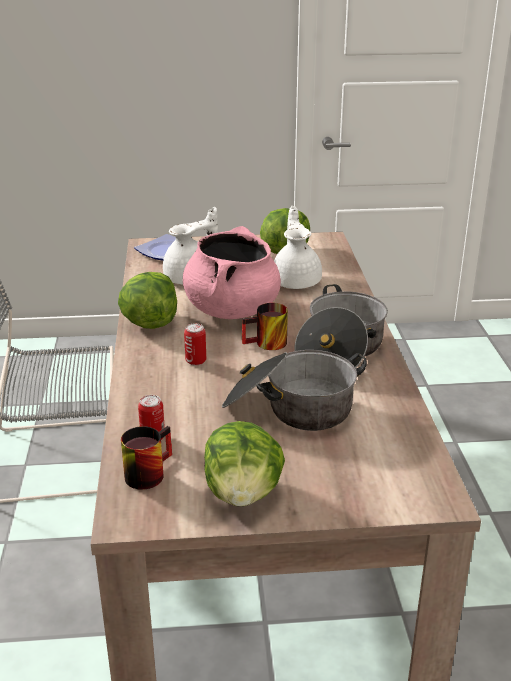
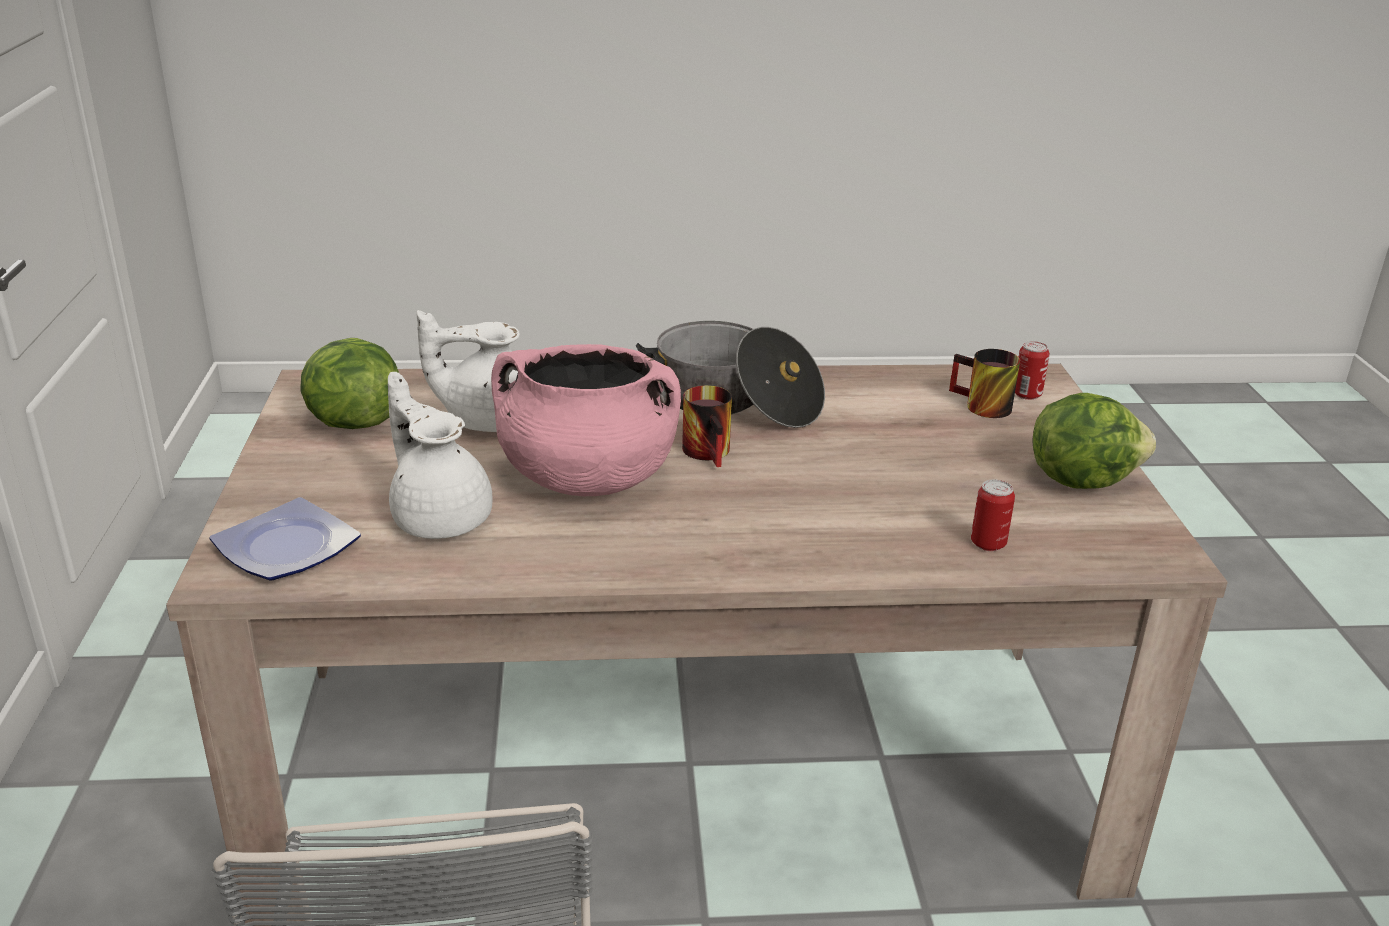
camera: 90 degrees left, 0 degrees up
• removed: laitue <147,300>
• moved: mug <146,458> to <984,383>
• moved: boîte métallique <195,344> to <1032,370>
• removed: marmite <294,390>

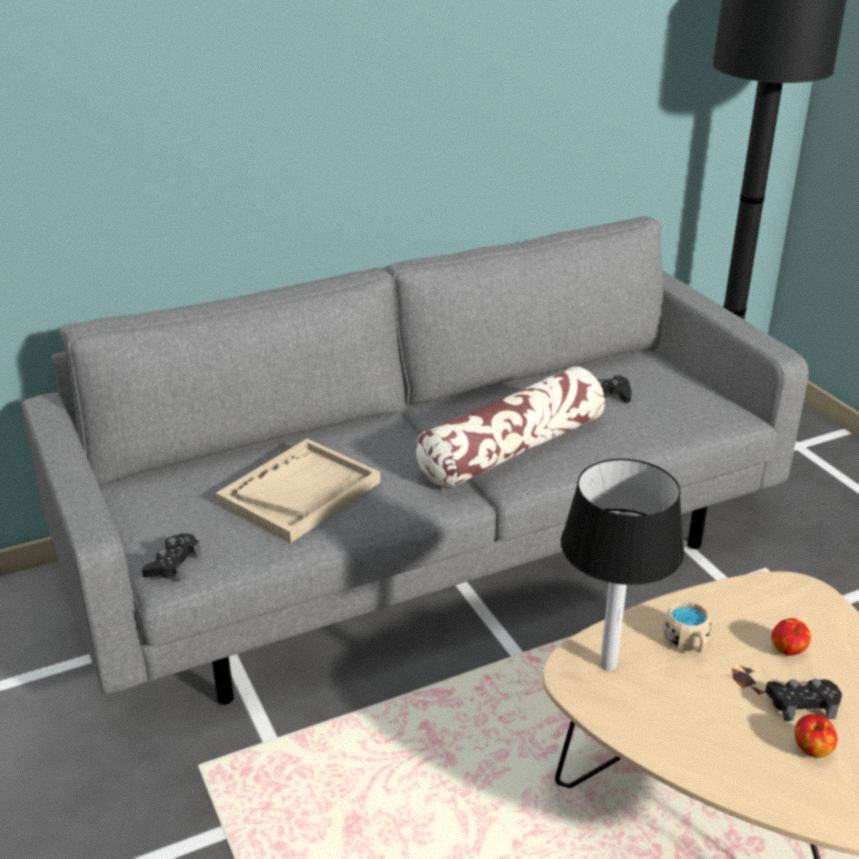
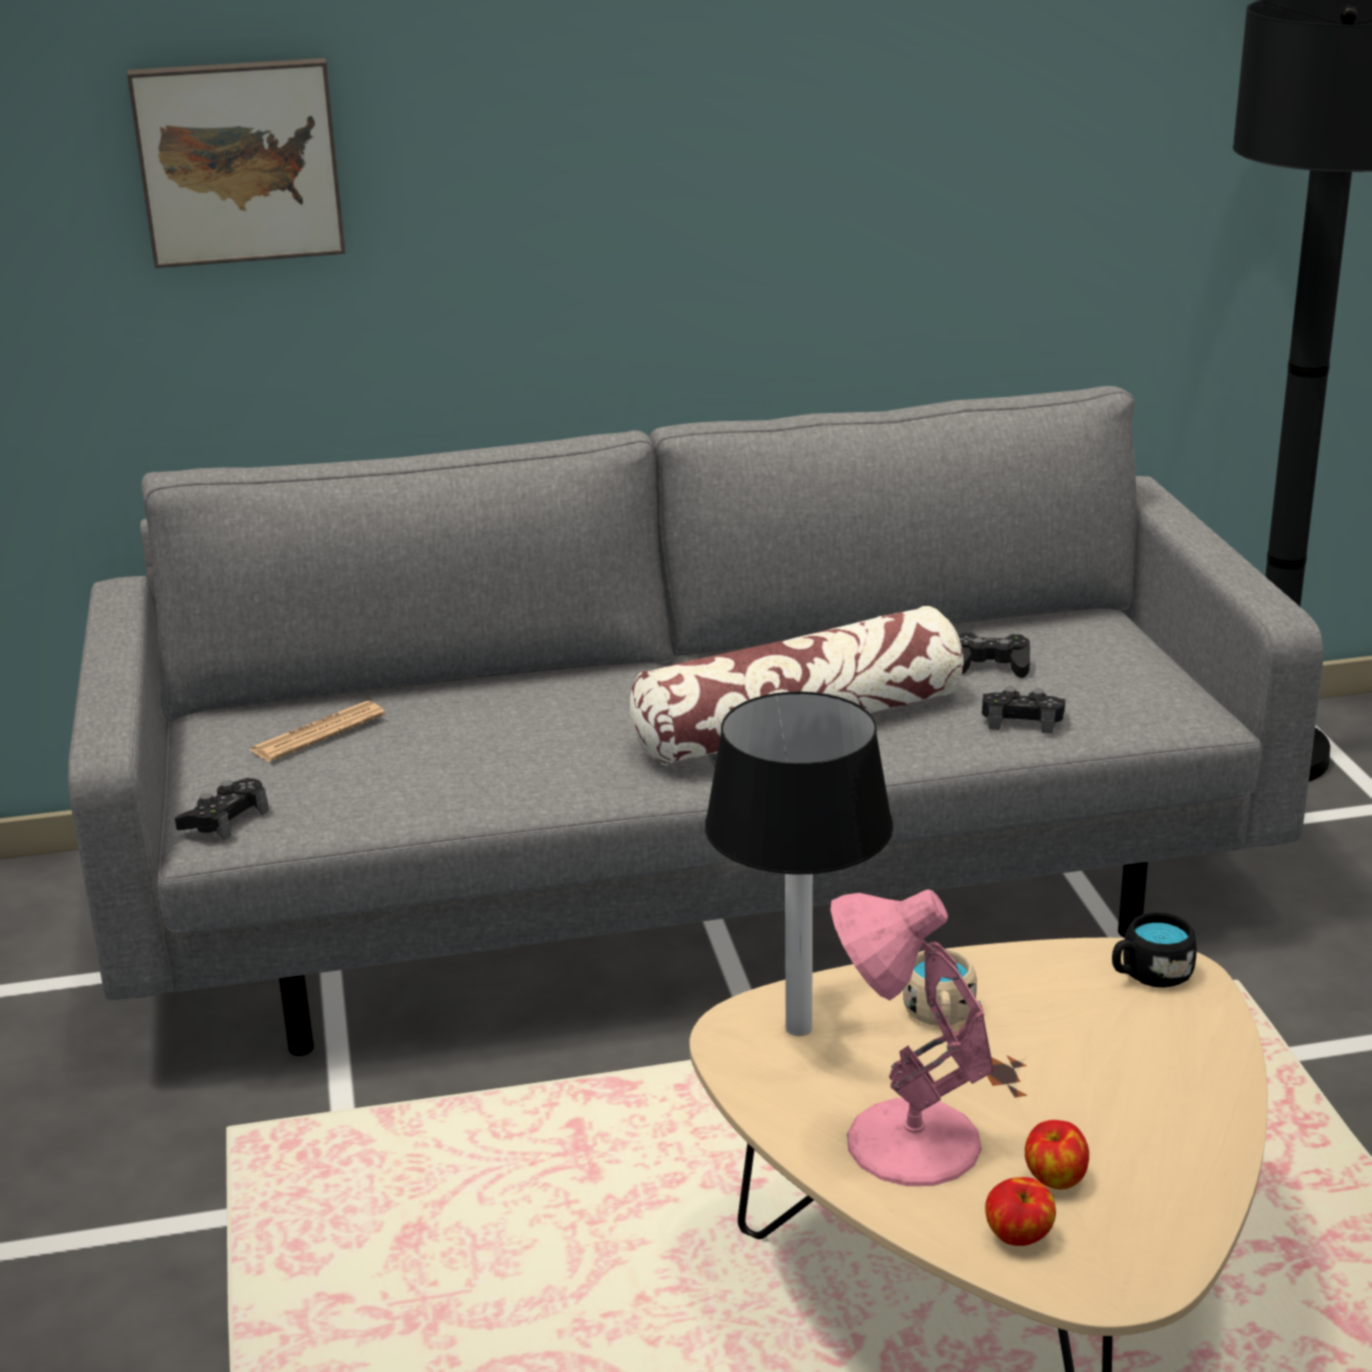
camera: 15 degrees right, 5 degrees down
• removed: plateau/beige <298,491>
• moved: manette/noir <803,700> to <1023,710>
• moved: pomme <791,637> to <1020,1211>
• added: tableau <236,163>
• added: journal <317,731>
• added: lampe de table/rose <912,1037>
• added: mug/noir <1154,950>

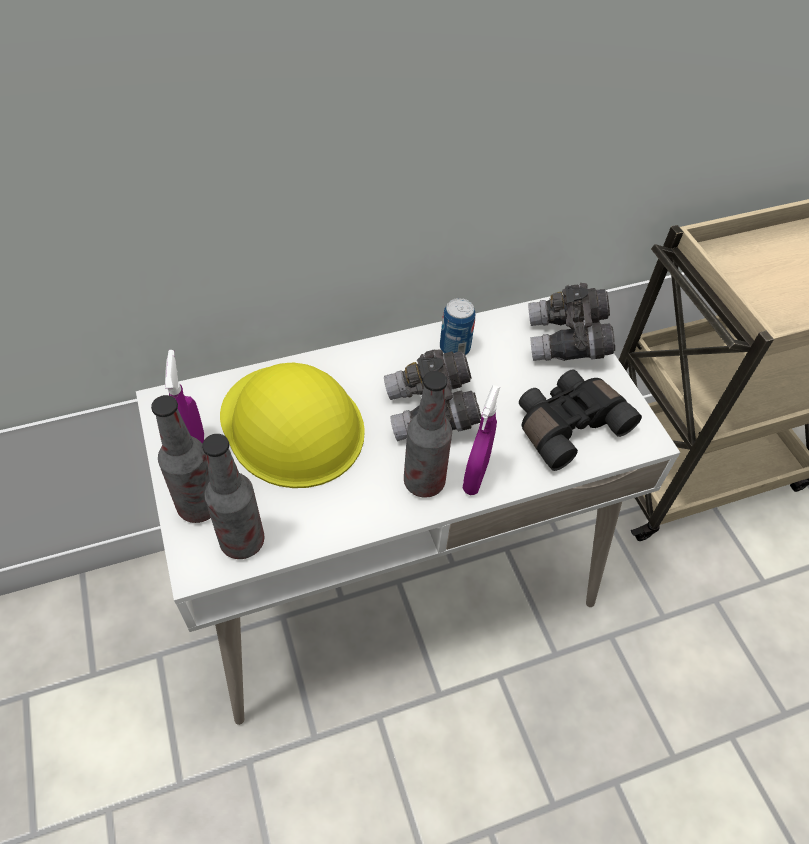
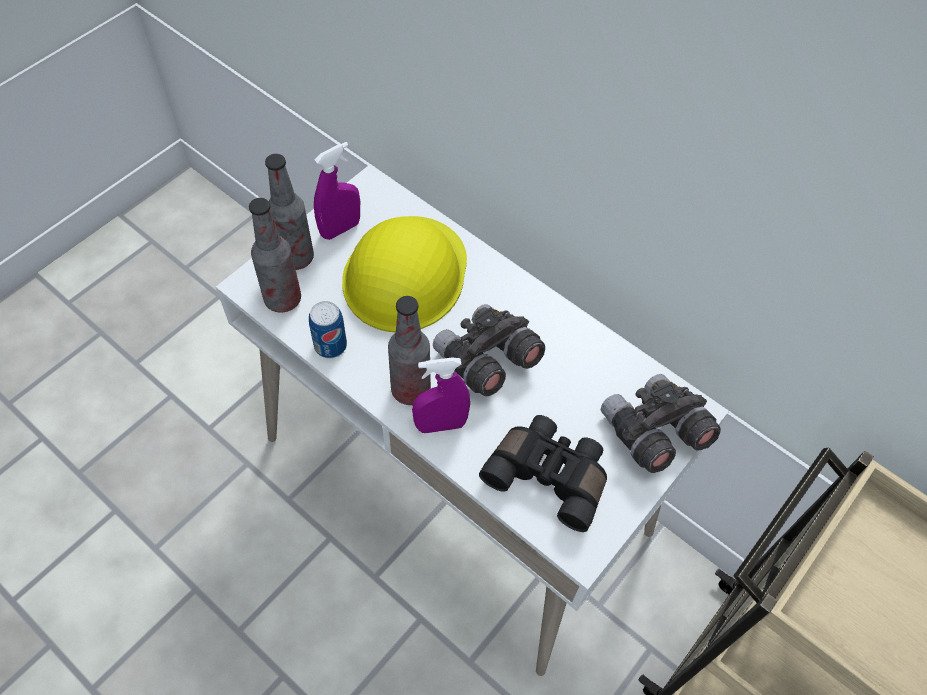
camera: 60 degrees right, 5 degrees up
• moved: boîte métallique <457,326> to <328,329>

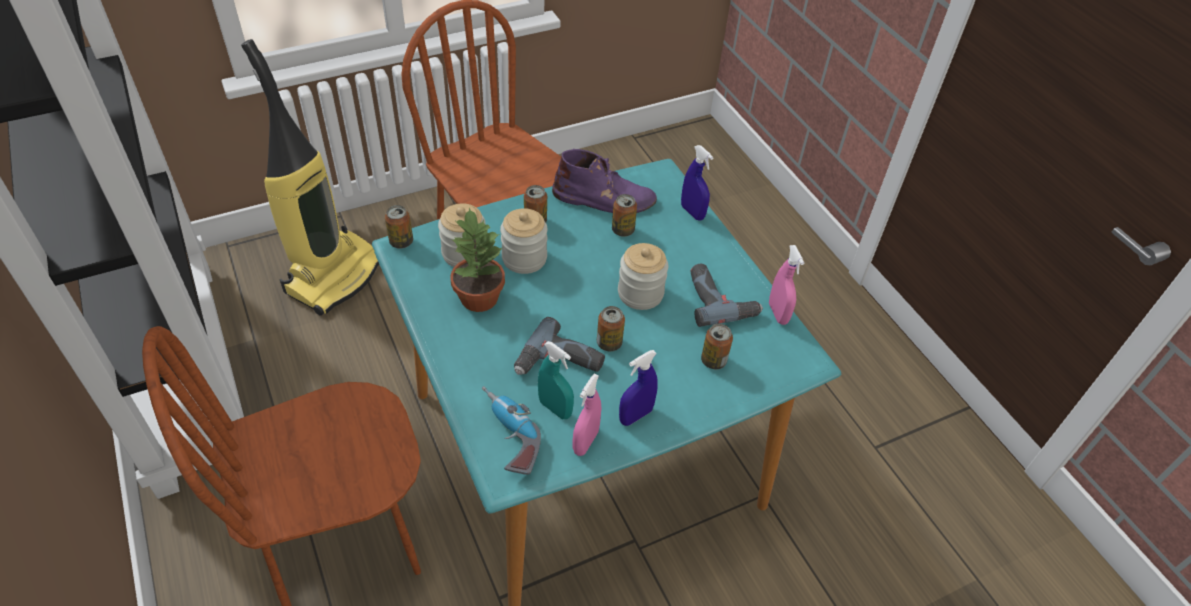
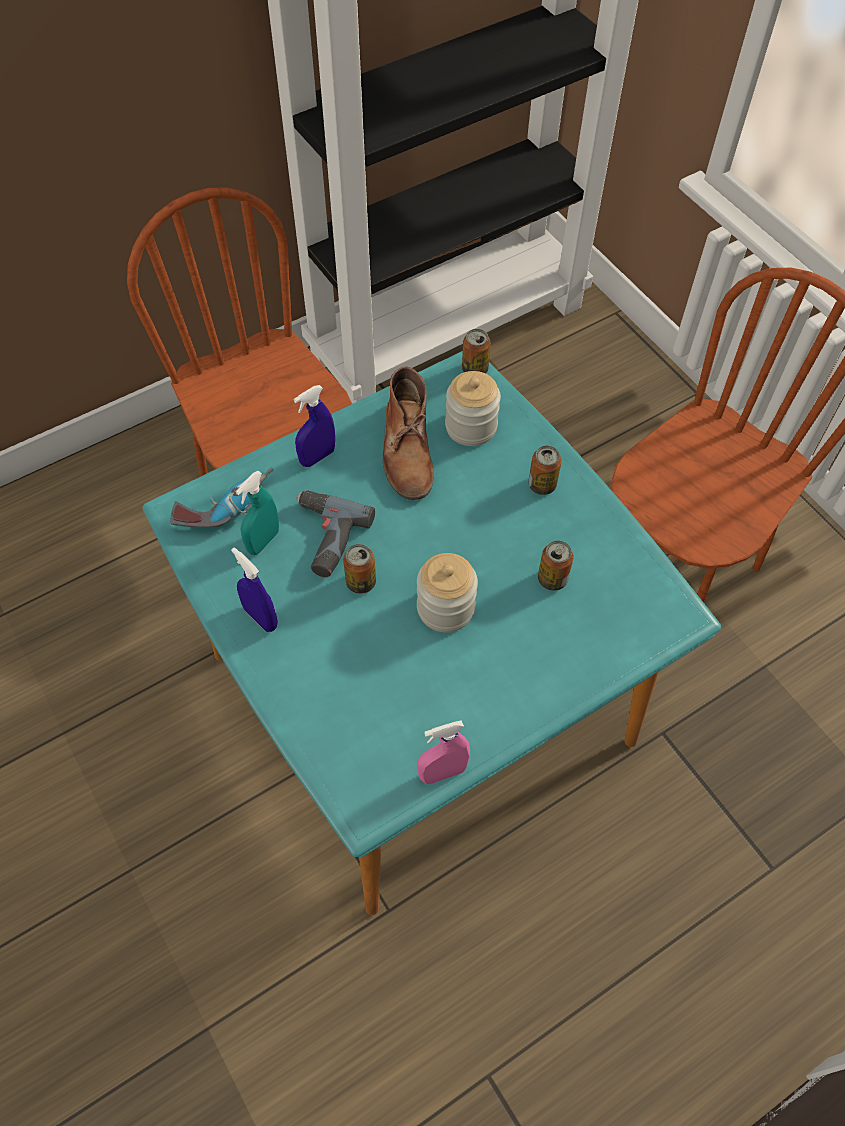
camera: 85 degrees right, 10 degrees up
• removed: aspirateur <310,177>
• replaced: plante en pot <478,259> to botte/marron <408,433>
• removed: bocal <524,241>
• removed: botte/violet <604,181>
• removed: vaporisateur/rose <587,415>
• moved: vaporisateur/bleu <697,182> to <314,426>
• removed: perceuse <727,295>
• removed: boîte métallique <717,346>

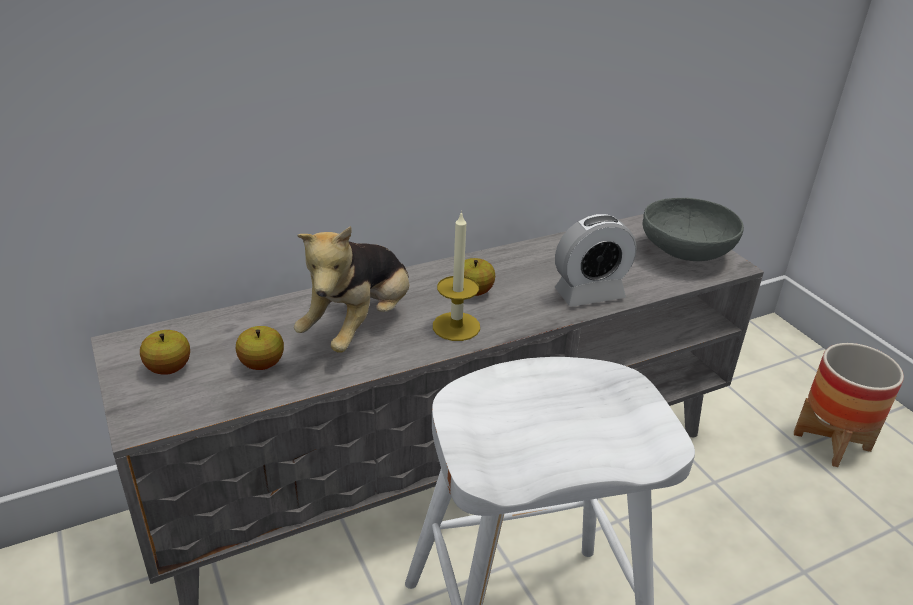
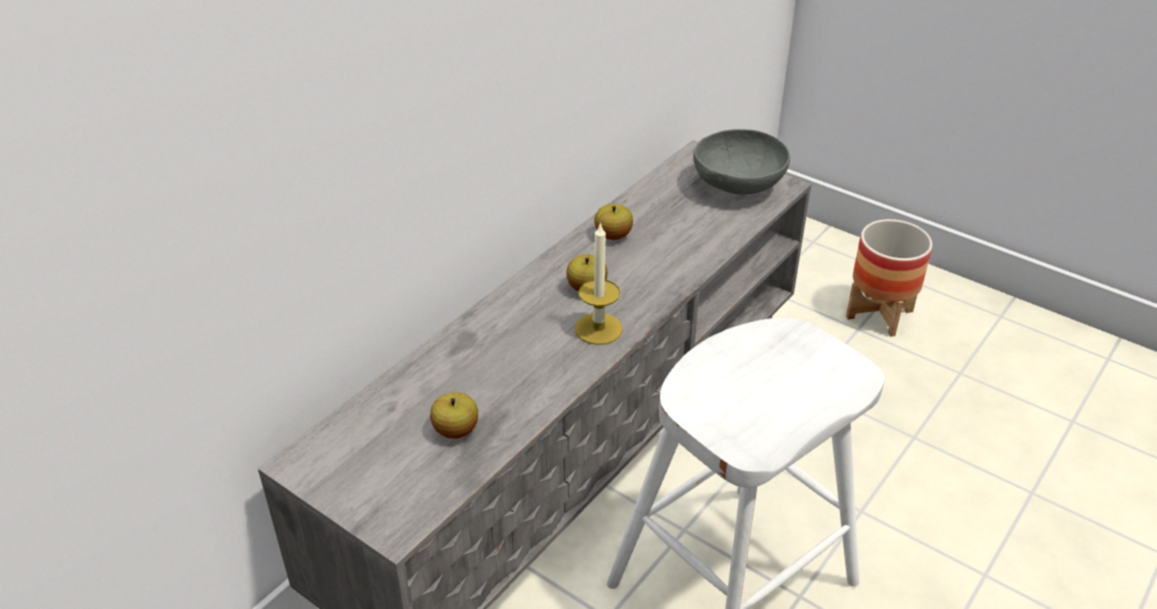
camera: 25 degrees left, 5 degrees up
• moved: pomme <165,352> to <613,222>
• removed: peluche <351,289>
• removed: réveil <596,260>

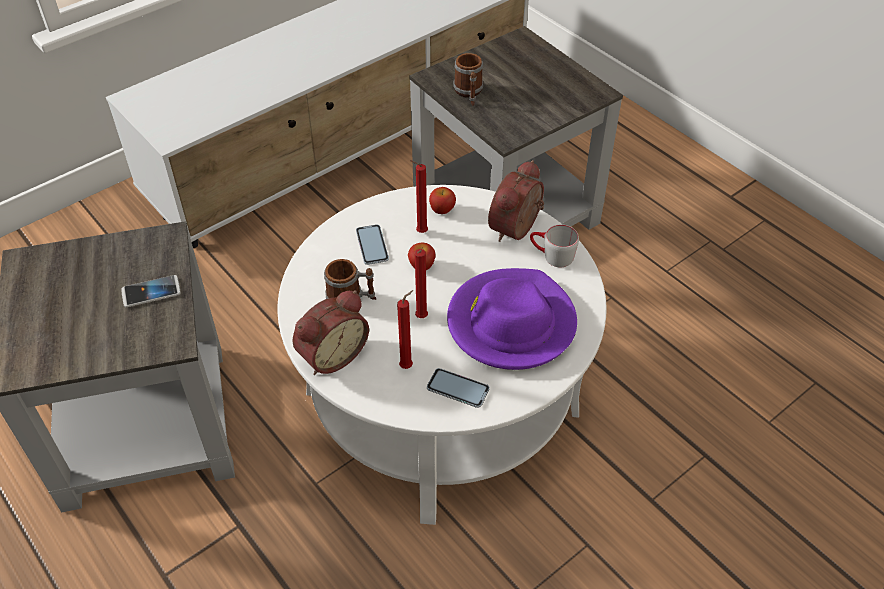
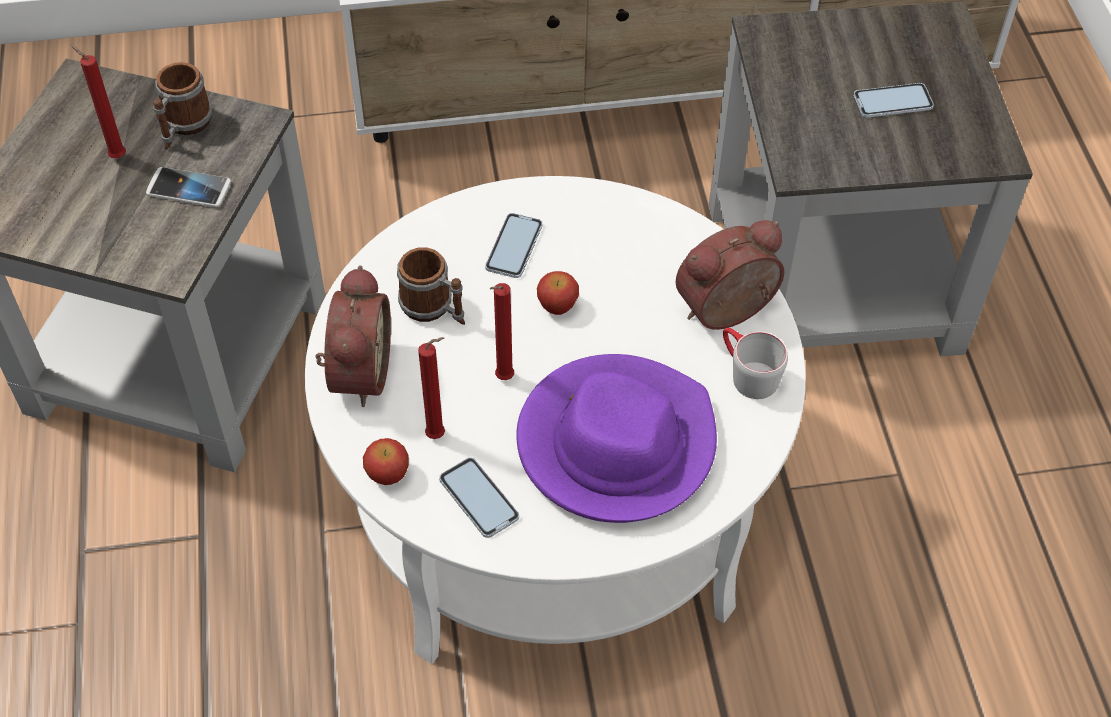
camera: 30 degrees right, 5 degrees up
• turned: réveil <331,332> = <353,336> 75 degrees counterclockwise
• moved: bougie/rouge <419,196> to <98,101>
• moved: pomme <442,200> to <386,461>
• moved: mug <468,79> to <182,106>
• added: téléphone <893,100>

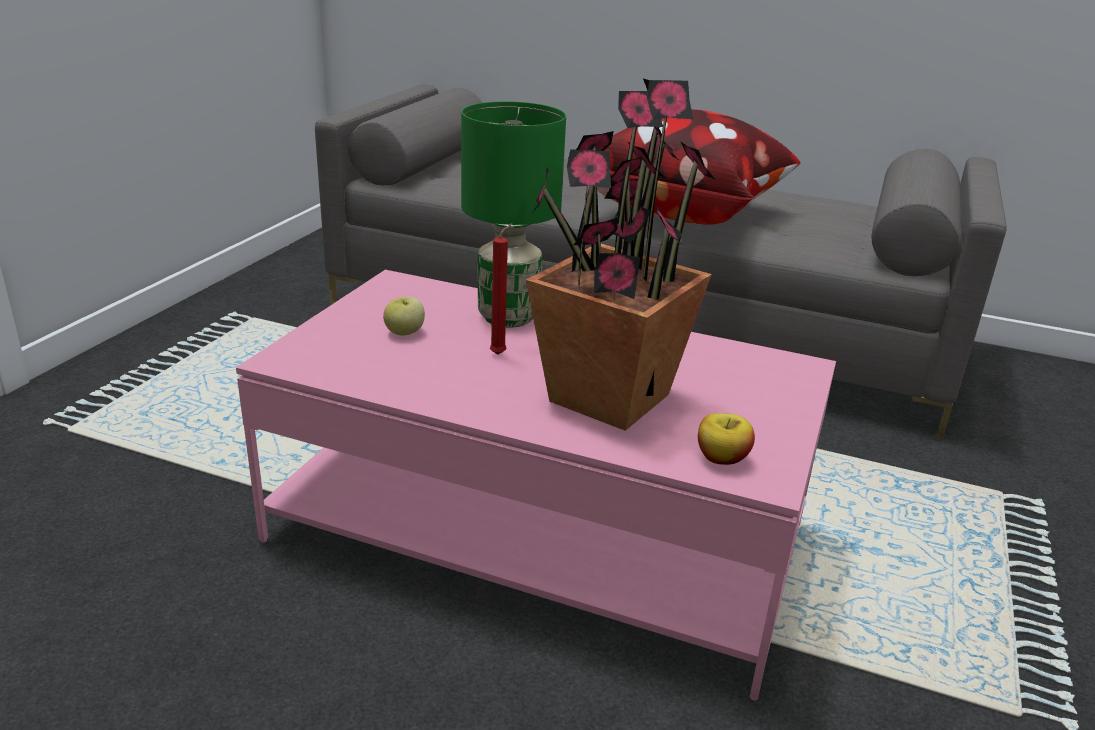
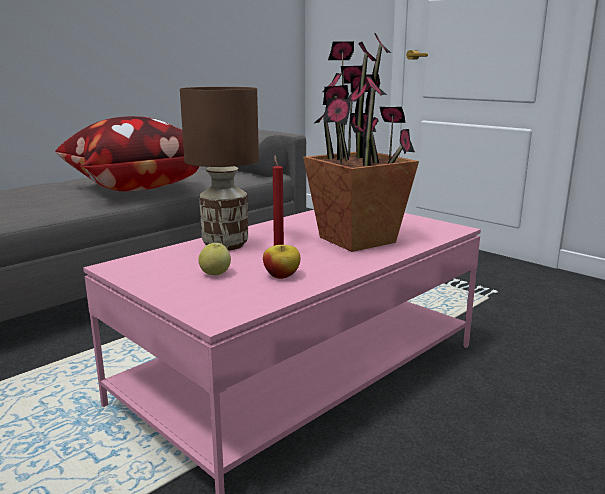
camera: 65 degrees left, 10 degrees down
• recoloured: lampe de table/vert <513,214> to lampe de table/marron <219,169>
• moved: pomme <726,439> to <281,262>

